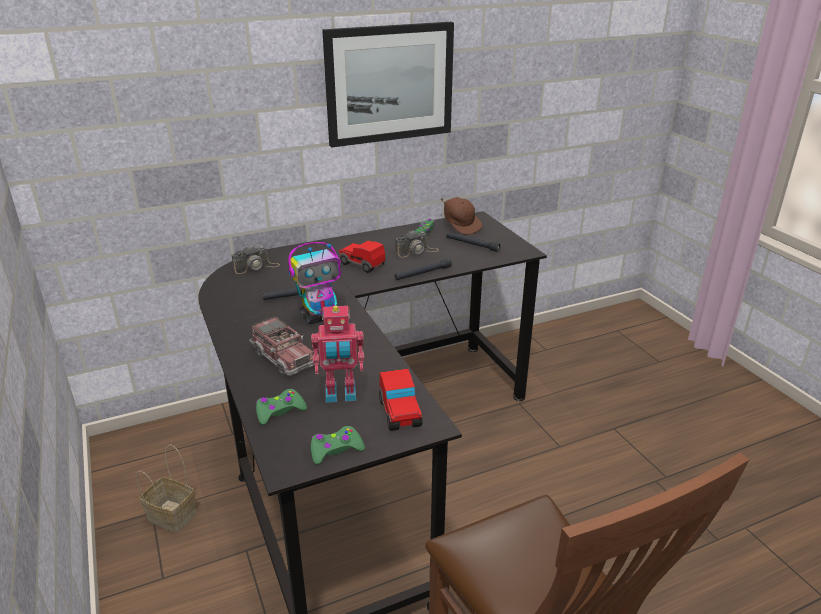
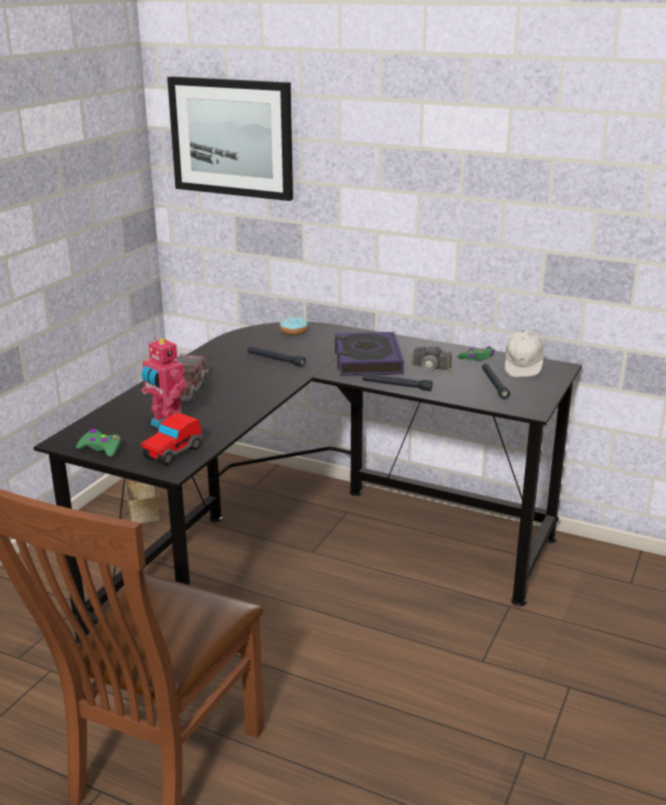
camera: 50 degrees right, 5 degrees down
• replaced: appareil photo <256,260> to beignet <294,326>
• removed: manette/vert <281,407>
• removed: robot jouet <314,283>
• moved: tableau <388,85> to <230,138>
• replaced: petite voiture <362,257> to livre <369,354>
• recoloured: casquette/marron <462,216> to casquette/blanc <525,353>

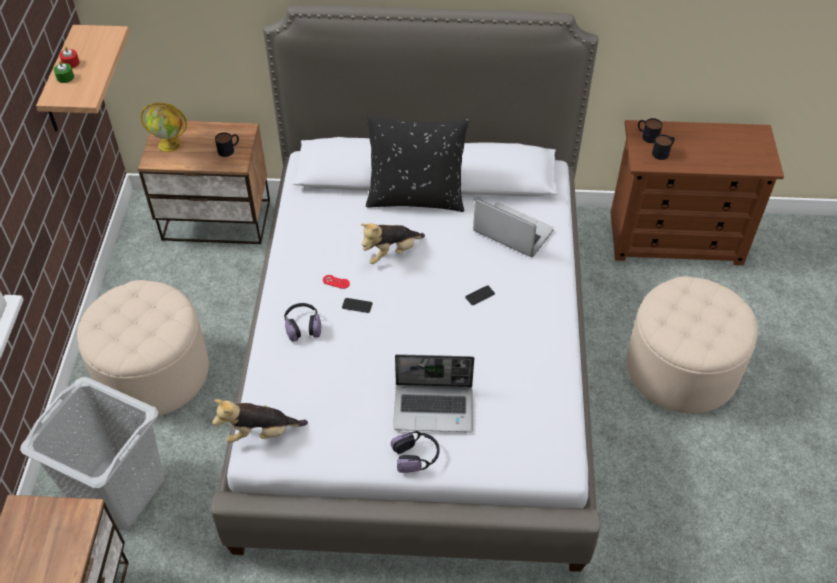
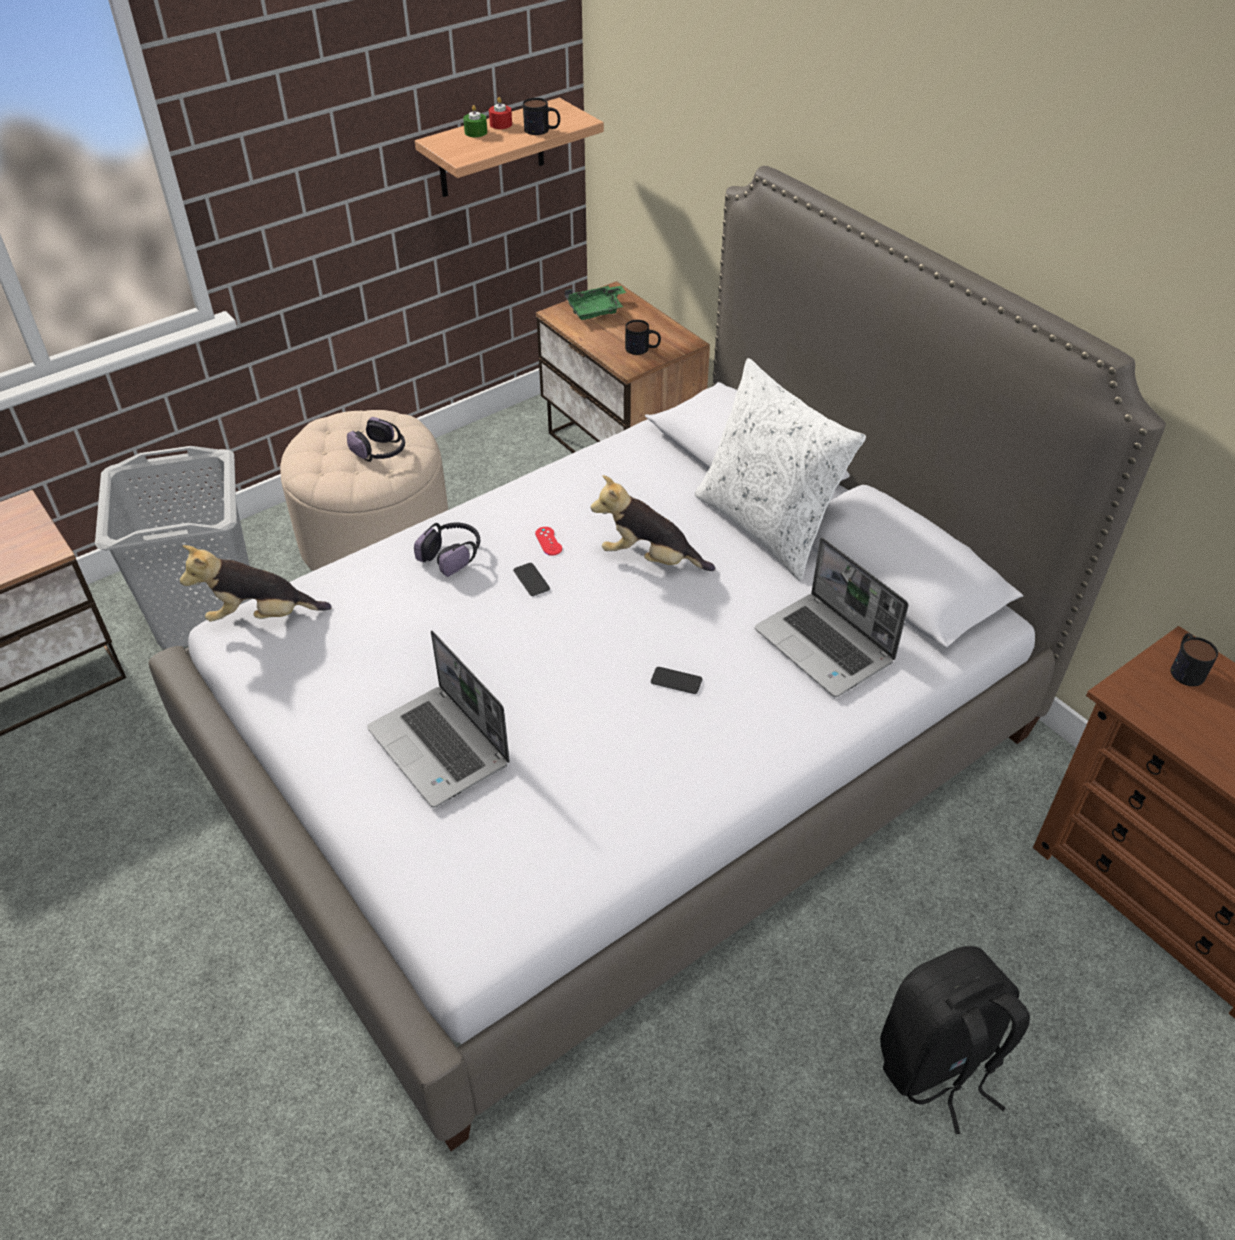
camera: 50 degrees right, 5 degrees down
• replaced: globe <163,127> to plateau/vert <595,303>
• turned: peluche <260,421> = <256,583> 45 degrees counterclockwise
• recoloured: coussin/noir <417,164> to coussin/blanc <780,469>
• moved: casque audio <415,452> to <376,439>
• turned: ordinateur portable <513,227> = <832,617> 150 degrees clockwise
• replaced: pouf/beige <692,345> to sac à dos/noir <955,1040>
• moved: mug <663,147> to <541,116>

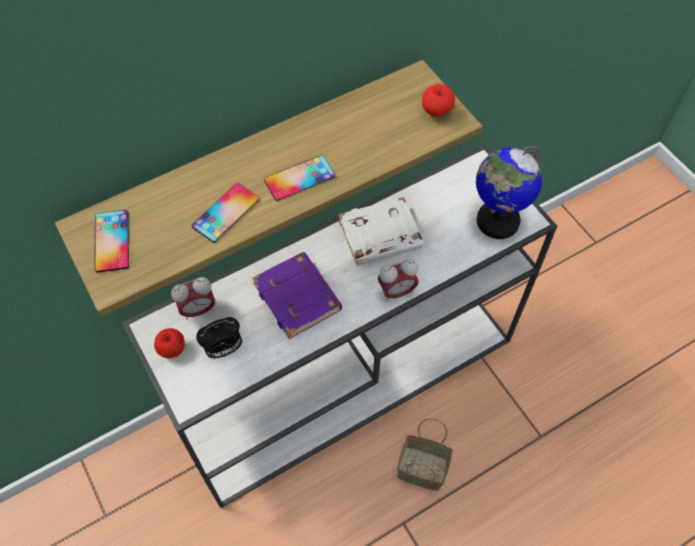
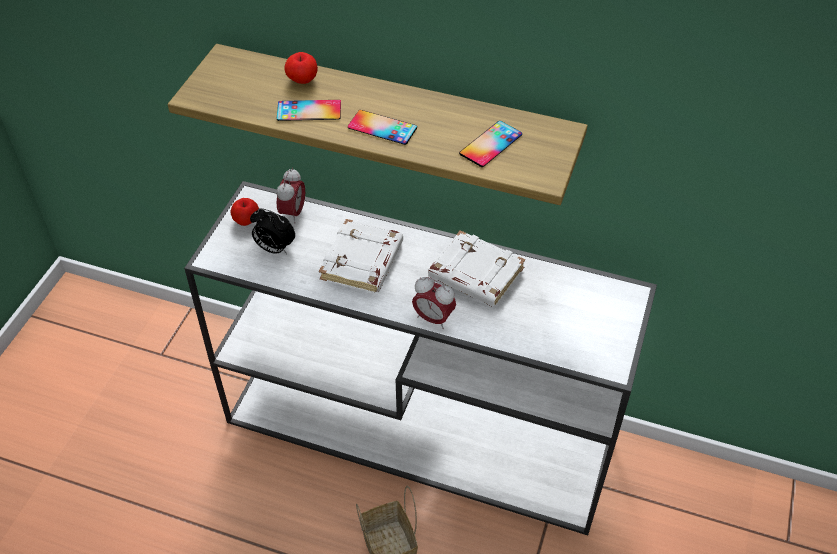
camera: 50 degrees right, 10 degrees down
• moved: téléphone <111,241> to <490,144>
• turned: réveil <193,298> = <290,196> 105 degrees counterclockwise
• recoloured: livre/violet <297,295> to livre/blanc <361,256>
• moved: pomme <438,100> to <301,68>
• removed: globe <509,192>

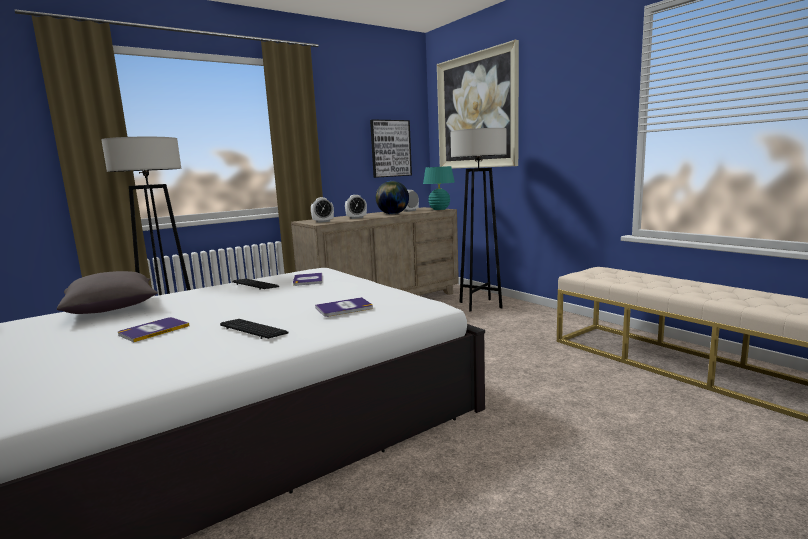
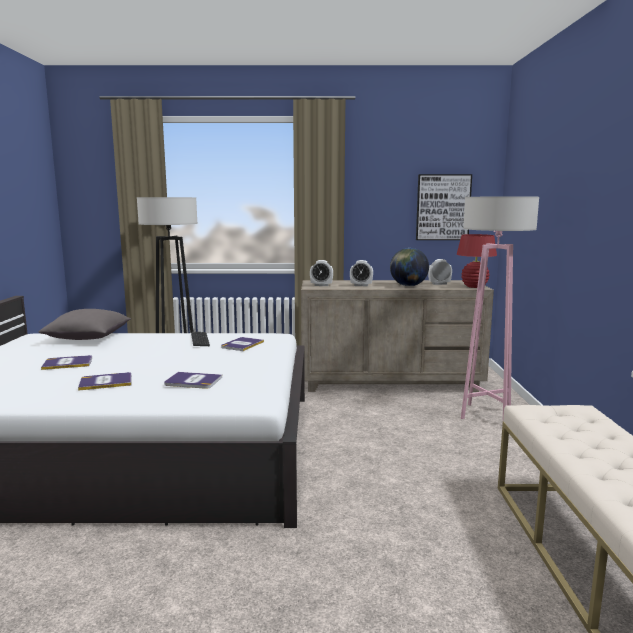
camera: 35 degrees right, 0 degrees up
• replaced: clavier <254,329> to livre <105,381>
• recoloured: lampe de table/turquoise <439,188> to lampe de table/rouge <476,261>
• removed: tableau <478,104>
• recoloured: lampadaire/gris <478,220> to lampadaire/rose <500,308>

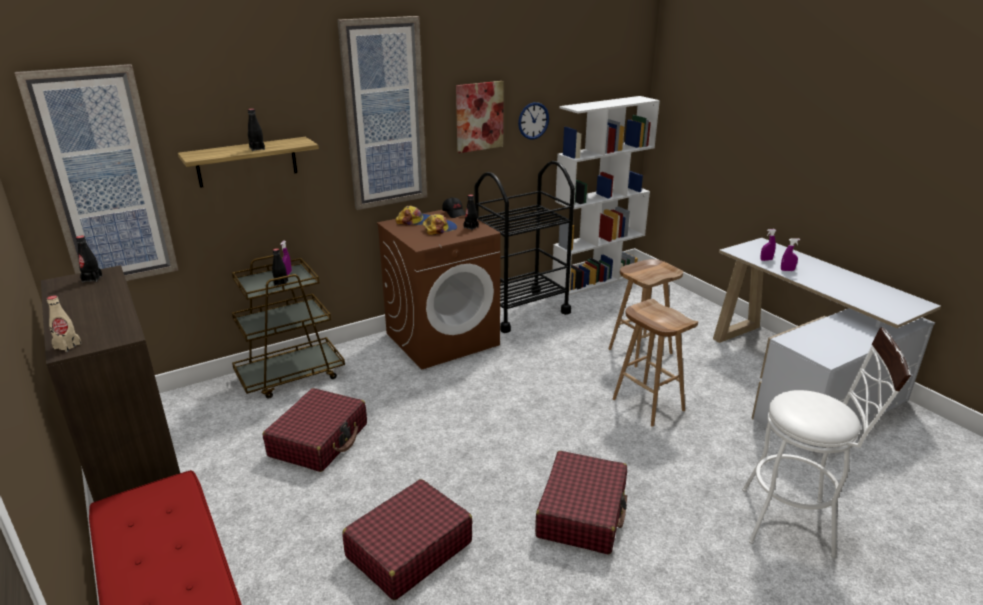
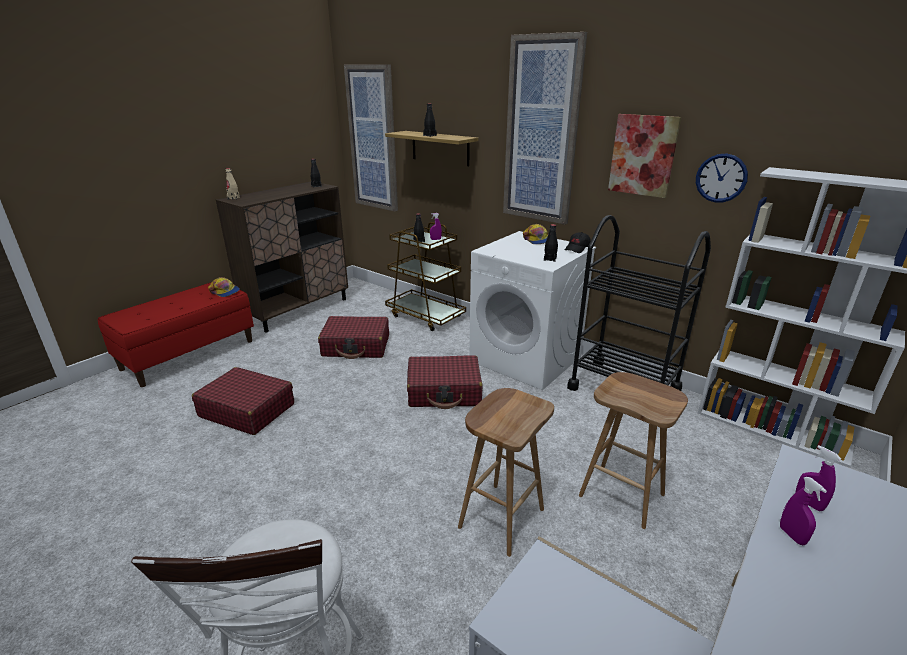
camera: 70 degrees right, 0 degrees up
• recoloured: lave-linge/marron <439,289> to lave-linge/blanc <532,310>
• moved: casquette <440,224> to <224,287>
• moved: valise/rouge <581,503> to <445,382>

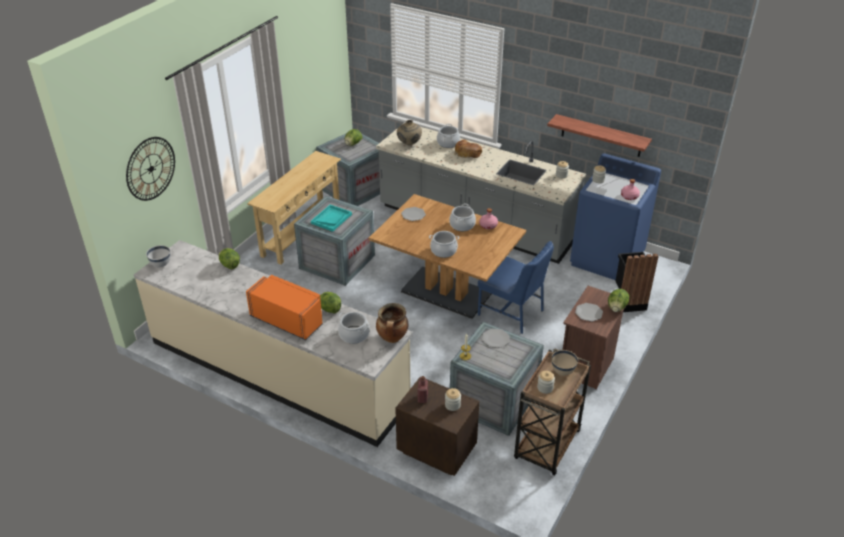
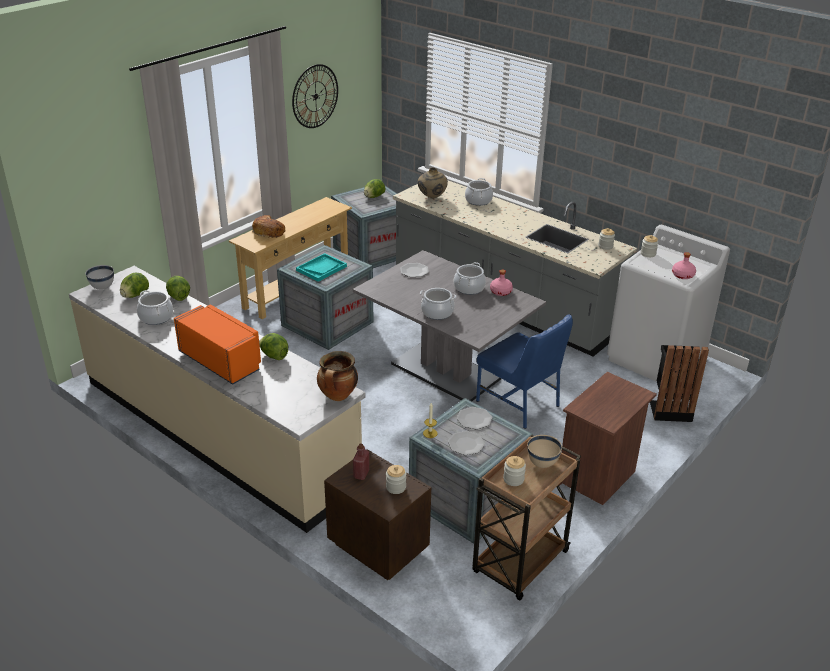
camera: 10 degrees right, 5 degrees down
• moved: horloge murale <150,169> to <315,96>
• moved: marmite <354,328> to <155,307>
• recoloured: table à manger/marron <447,256> to table à manger/gris <449,325>
• moved: pain <468,148> to <268,227>
• removed: étagère <599,135>
• recoloured: lave-linge/bleu <615,216> to lave-linge/blanc <668,303>
• moved: assiette <589,312> to <466,443>
• moved: laitue <618,300> to <134,285>

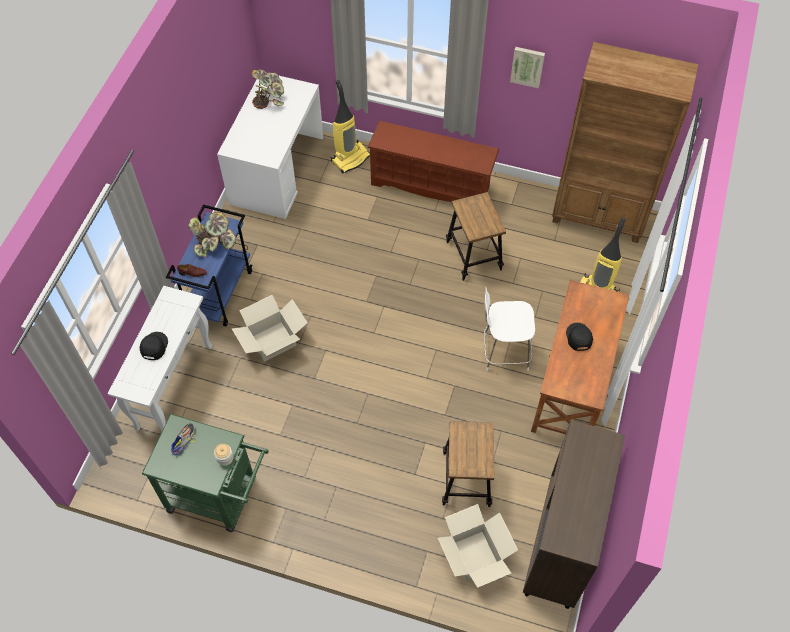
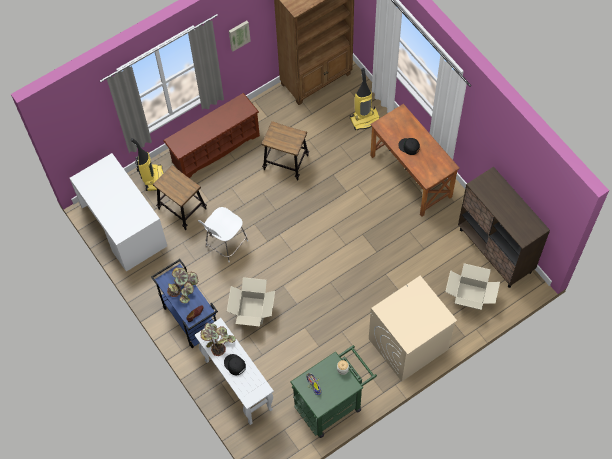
camera: 50 degrees left, 5 degrees up
• moved: plante en pot <267,89> to <218,339>
• moved: tabouret <468,464> to <180,197>
• moved: chaise/blanc <509,329> to <223,234>
• added: lave-linge/beige <413,328>

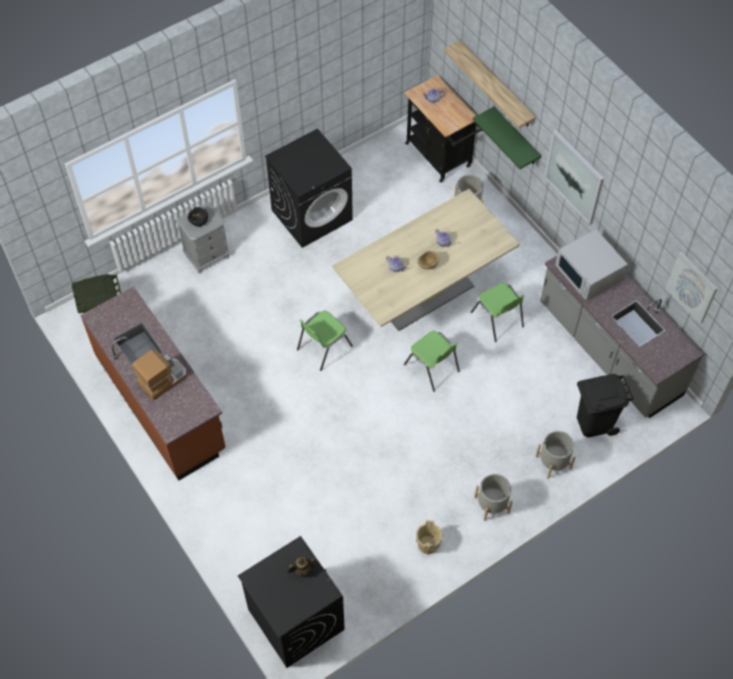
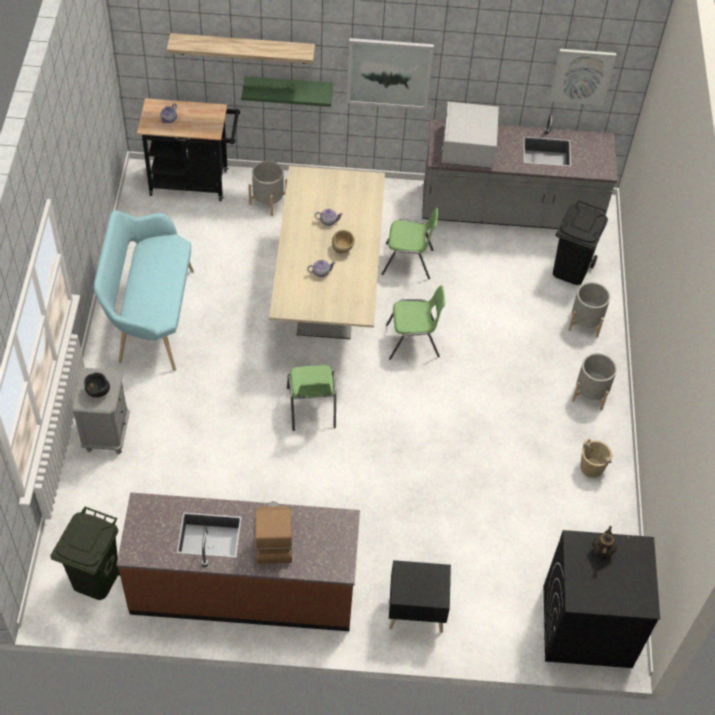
camera: 55 degrees left, 5 degrees down
• replaced: lave-linge/noir <309,188> to banc/turquoise <144,290>
• turned: micro-ondes/blanc <591,265> = <470,135> 90 degrees clockwise
• added: table de chevet/noir <420,596>

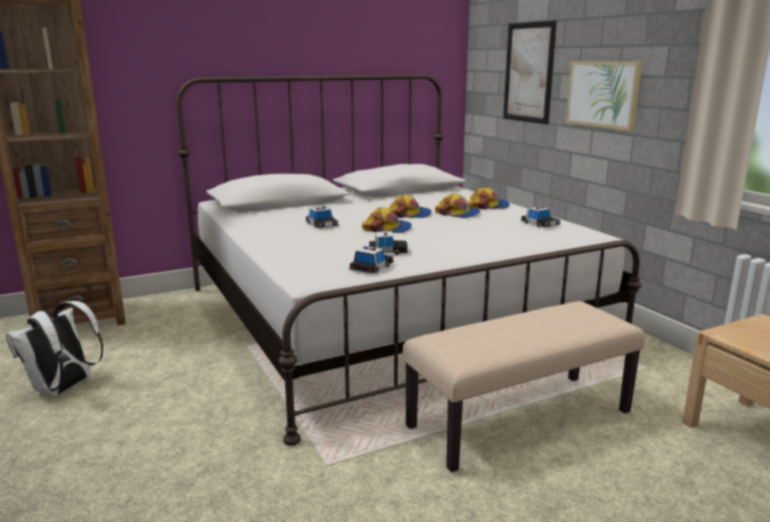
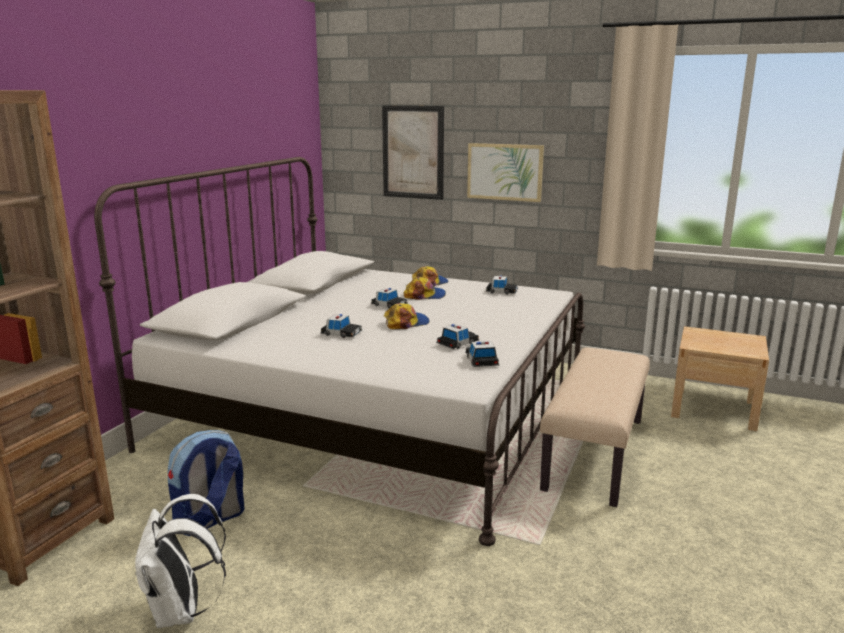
camera: 40 degrees left, 0 degrees up
• replaced: casquette <409,206> to petite voiture <389,298>
• added: sac à dos <206,483>

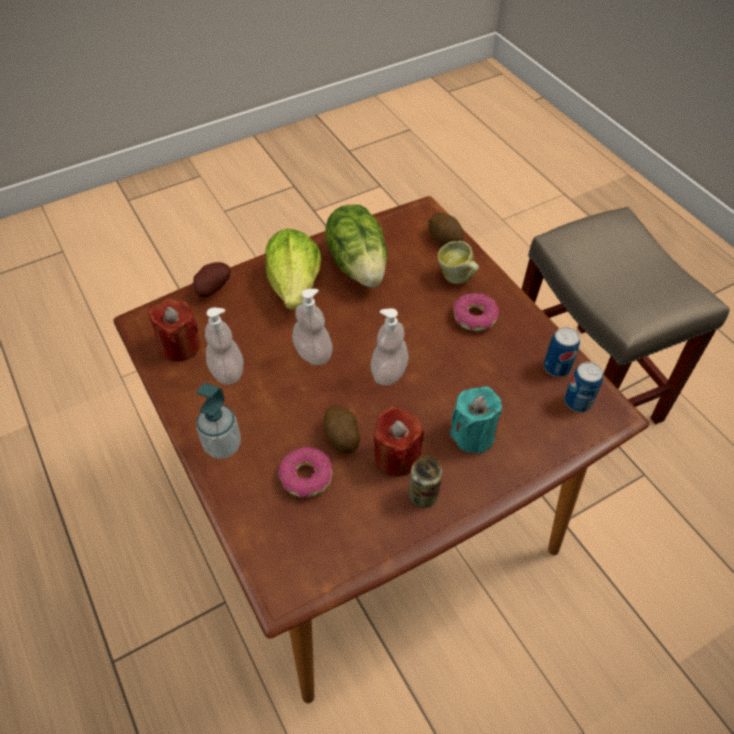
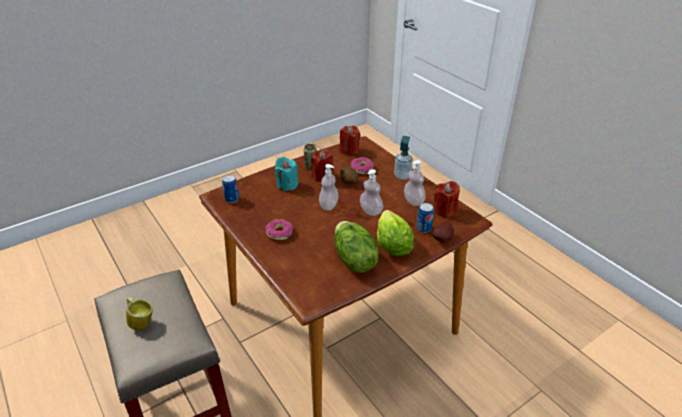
camera: 175 degrees right, 15 degrees down
• removed: pomme de terre <446,229>
• moved: mug <458,262> to <139,314>
• moved: boîte métallique <562,352> to <425,218>
• added: bougie/rouge <350,140>

